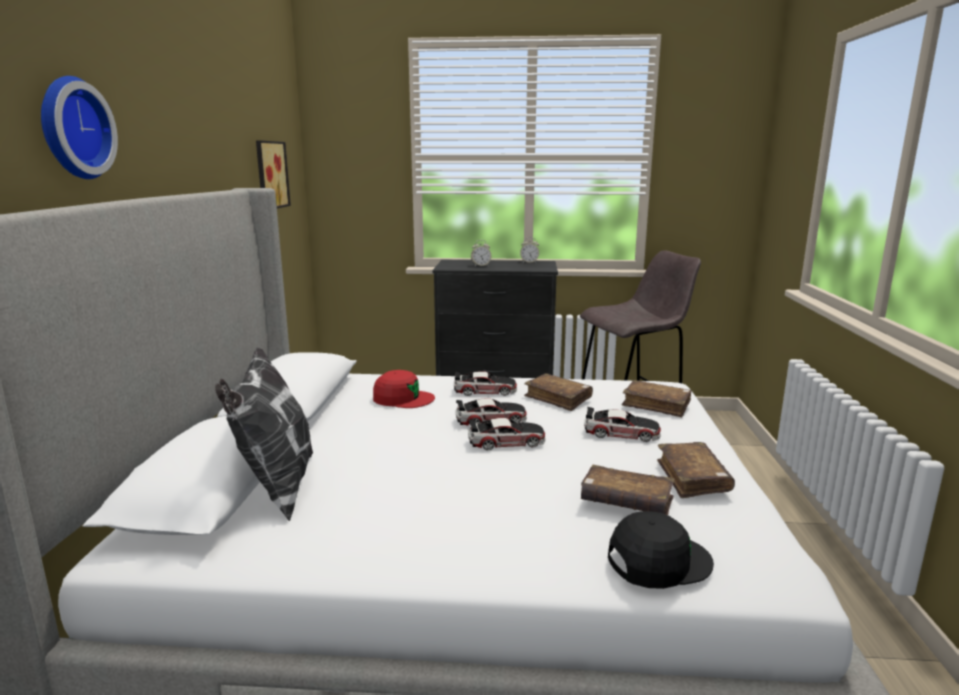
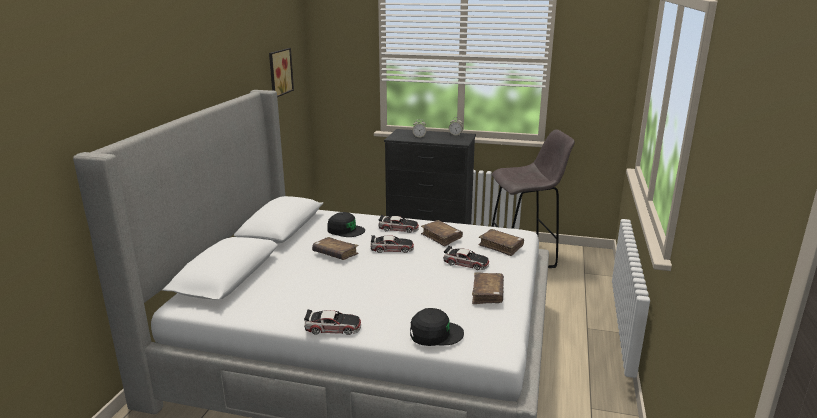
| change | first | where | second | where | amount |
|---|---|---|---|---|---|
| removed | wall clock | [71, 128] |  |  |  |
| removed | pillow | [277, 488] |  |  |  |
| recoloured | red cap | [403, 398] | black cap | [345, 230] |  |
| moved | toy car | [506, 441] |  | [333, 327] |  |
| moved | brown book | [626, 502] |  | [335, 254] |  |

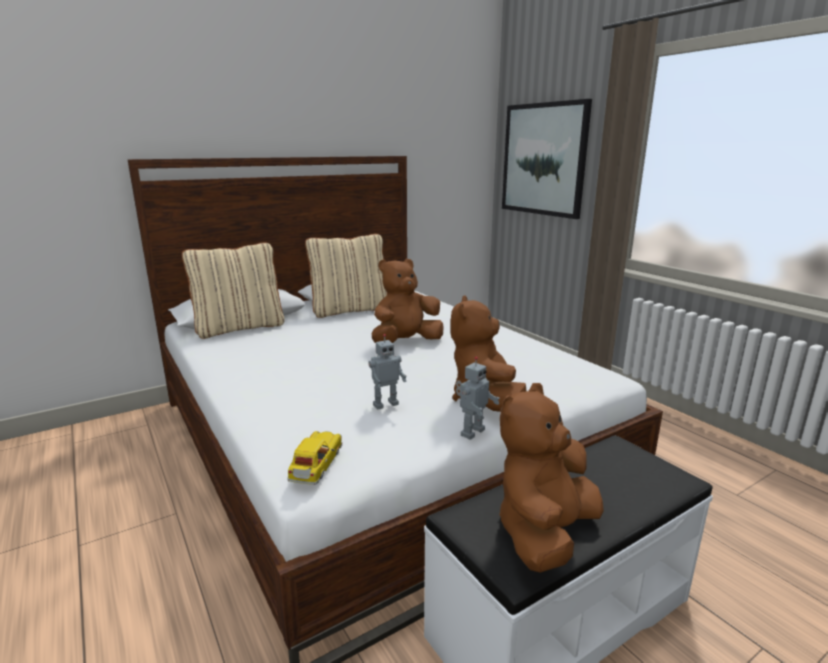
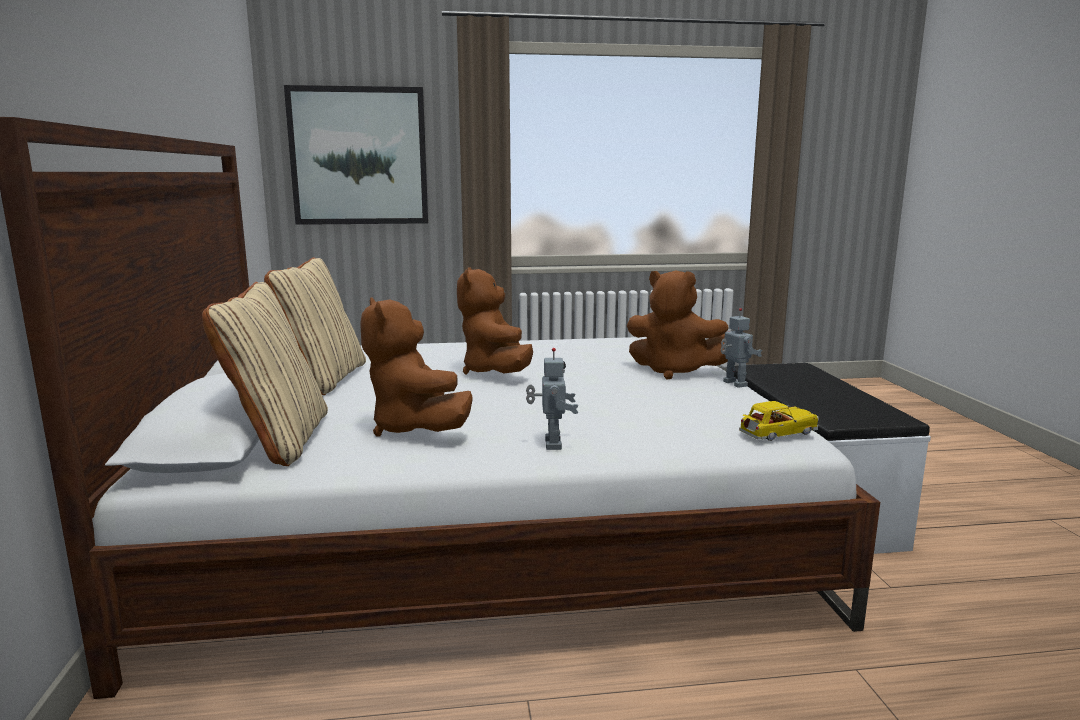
| change | first | where | second | where | amount |
|---|---|---|---|---|---|
| moved | toy robot | [385, 404] |  | [551, 444] |  |
| moved | brown plush toy | [544, 533] |  | [415, 429] |  |
| turned | toy car | [315, 465] |  | [777, 433] | 120 degrees clockwise |

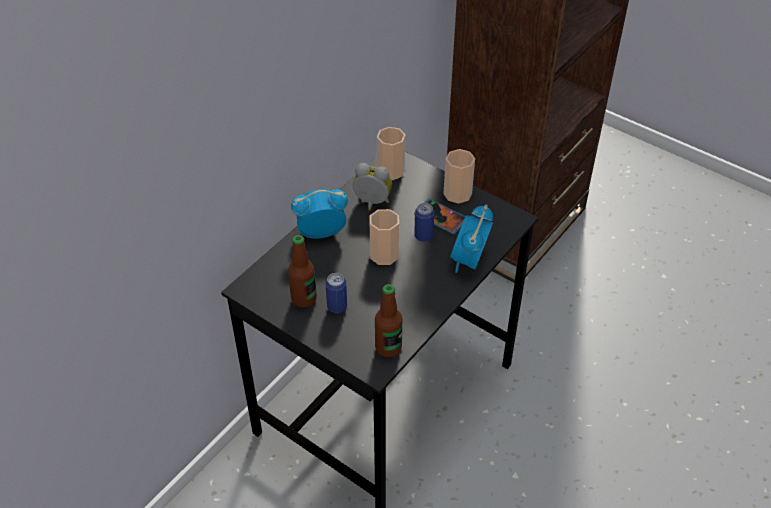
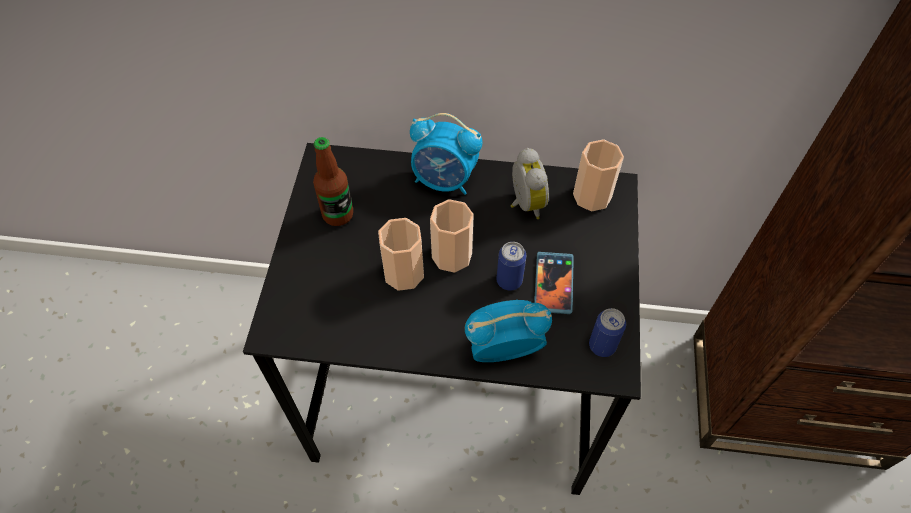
| change | first | where | second | where | amount |
|---|---|---|---|---|---|
| moved | cup | [457, 193] |  | [404, 273] |  |
| turned | alarm clock | [321, 232] |  | [444, 180] | 150 degrees clockwise |
| moved | can | [337, 306] |  | [602, 346] |  |
| removed | bottle | [388, 348] |  |  |  |

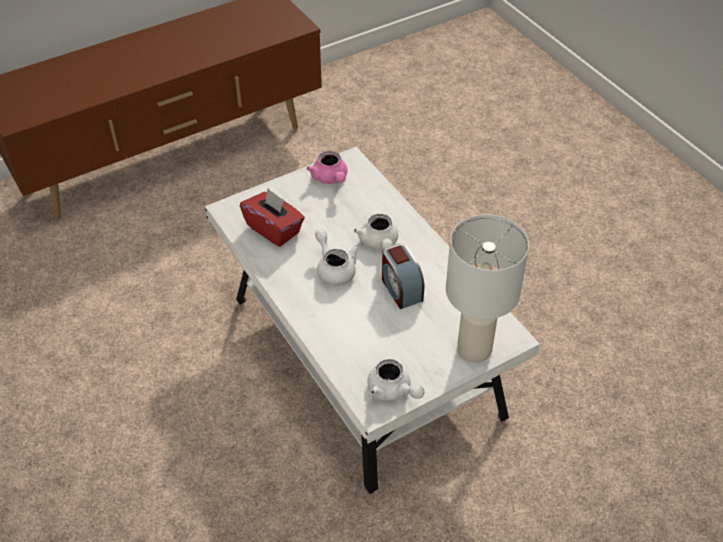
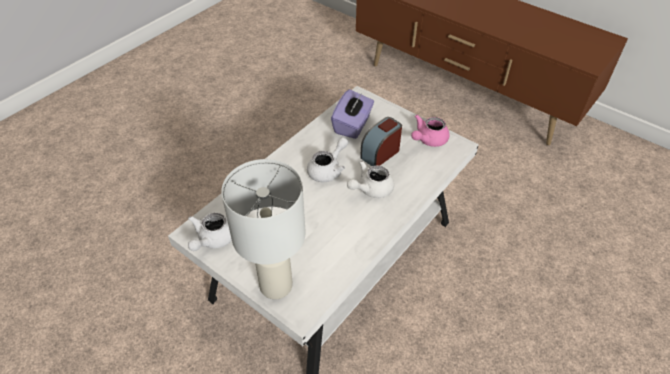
| change | first | where | second | where | amount |
|---|---|---|---|---|---|
| recoloured | red tissue box | [274, 229] | purple tissue box | [352, 125] |  |
| moved | alarm clock | [401, 289] |  | [380, 153] |  |

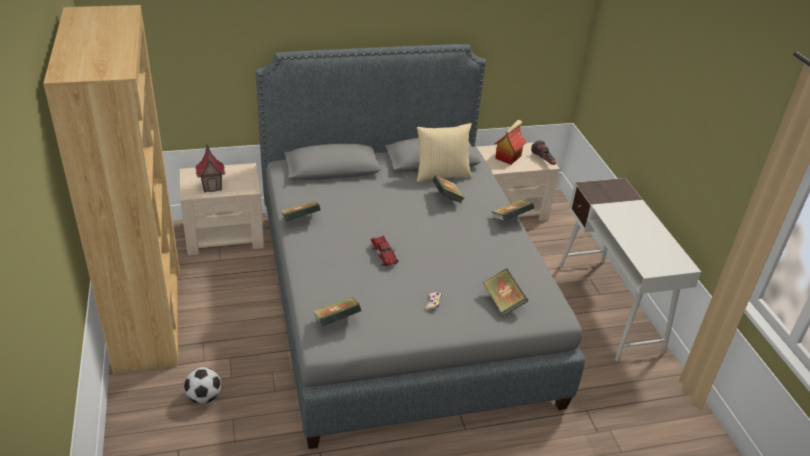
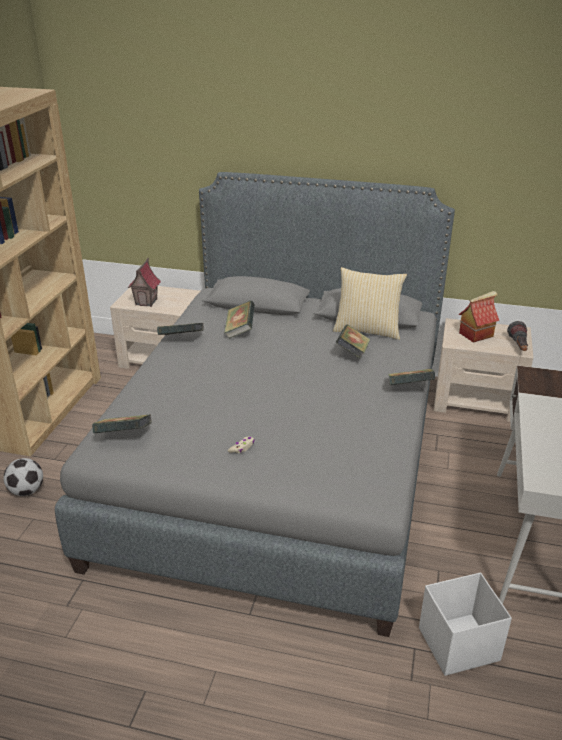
| change | first | where | second | where | amount |
|---|---|---|---|---|---|
| removed | toy car | [384, 255] |  |  |  |
| moved | book | [503, 302] |  | [240, 330] |  |
| added |  |  | white storage box | [457, 644] |  |

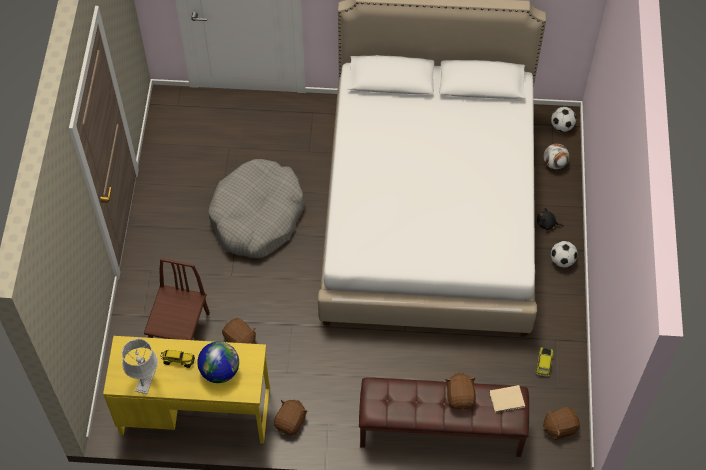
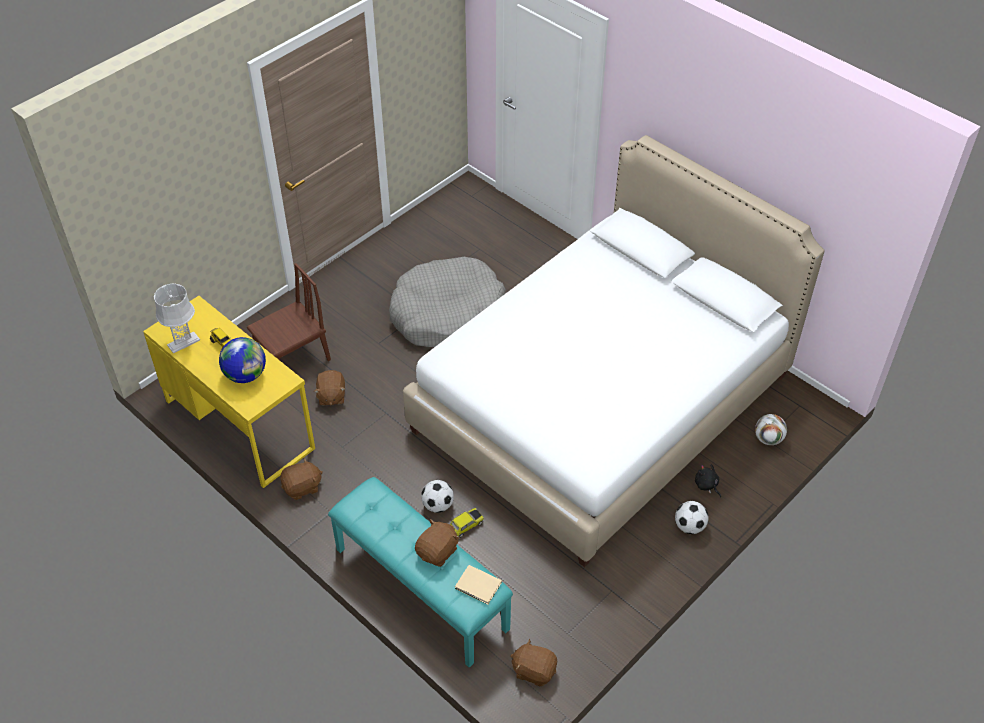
| change | first | where | second | where | amount |
|---|---|---|---|---|---|
| moved | football | [562, 126] |  | [438, 505] |  |
| moved | toy car | [544, 364] |  | [466, 525] |  |
| recoloured | brown bench | [440, 430] | turquoise bench | [420, 589] |  |

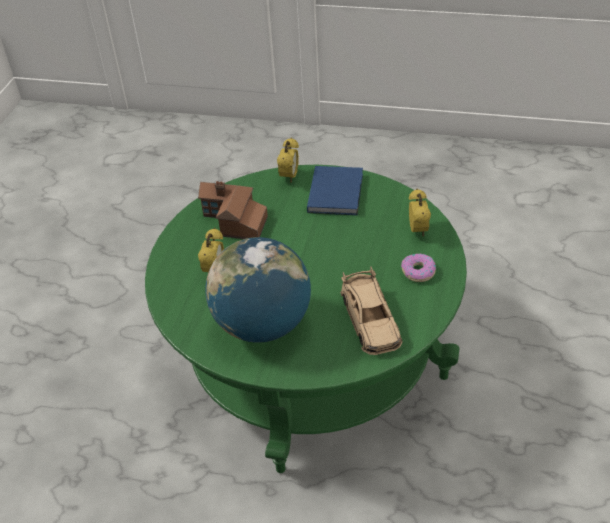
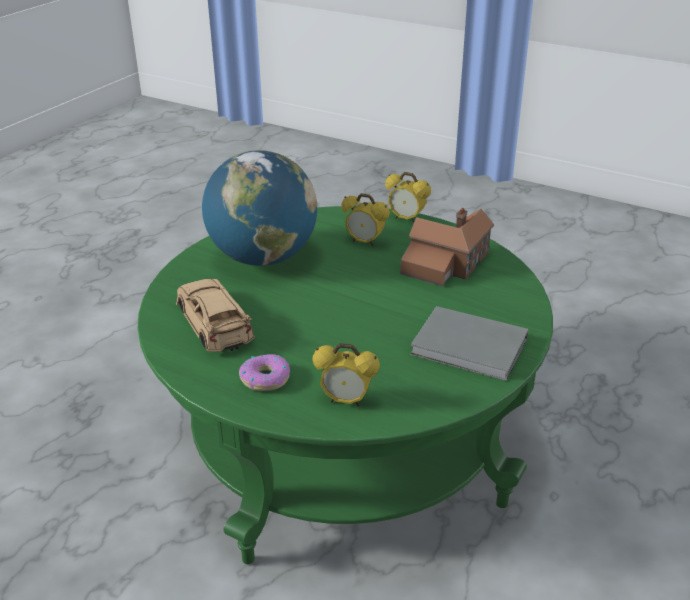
| change | first | where | second | where | amount |
|---|---|---|---|---|---|
| moved | alarm clock | [289, 177] |  | [406, 219] |  |
| recoloured | blue book | [337, 192] | grey book | [471, 348] |  |
| turned | beige toy car | [370, 320] |  | [214, 323] | 60 degrees clockwise |

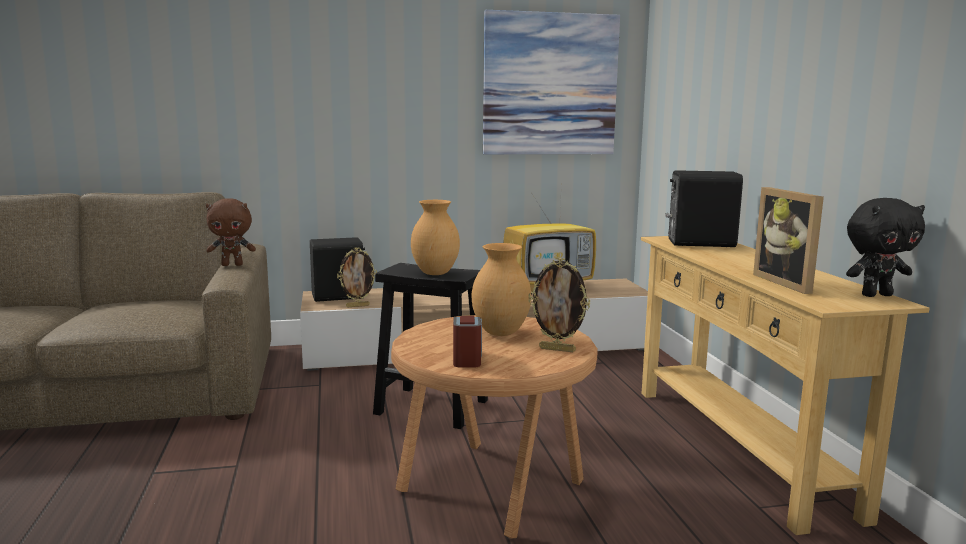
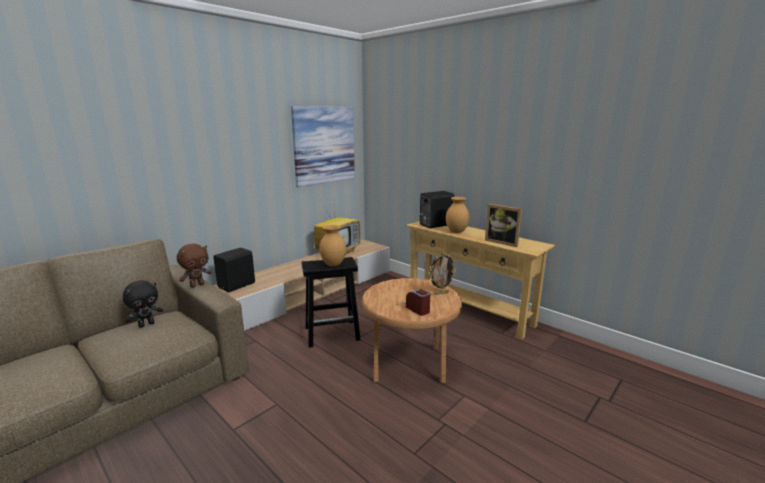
| change | first | where | second | where | amount |
|---|---|---|---|---|---|
| moved | black plush toy | [876, 295] |  | [146, 324] |  |
| moved | brown vase | [501, 333] |  | [457, 232] |  |
| removed | picture frame | [357, 306] |  |  |  |

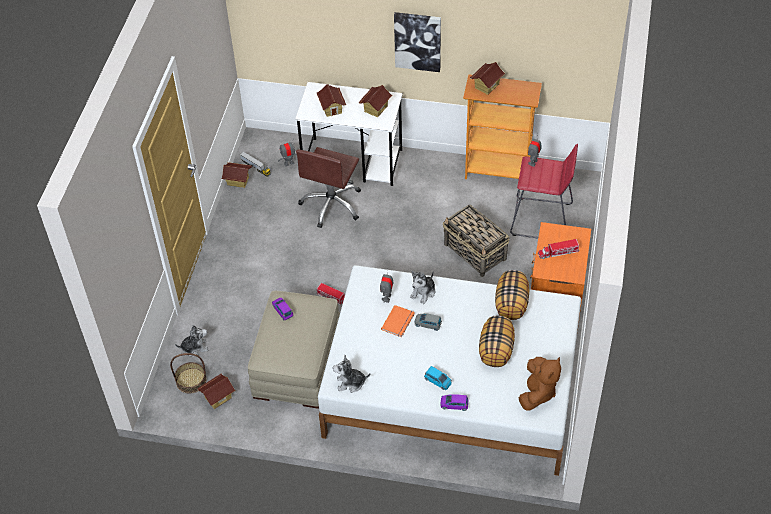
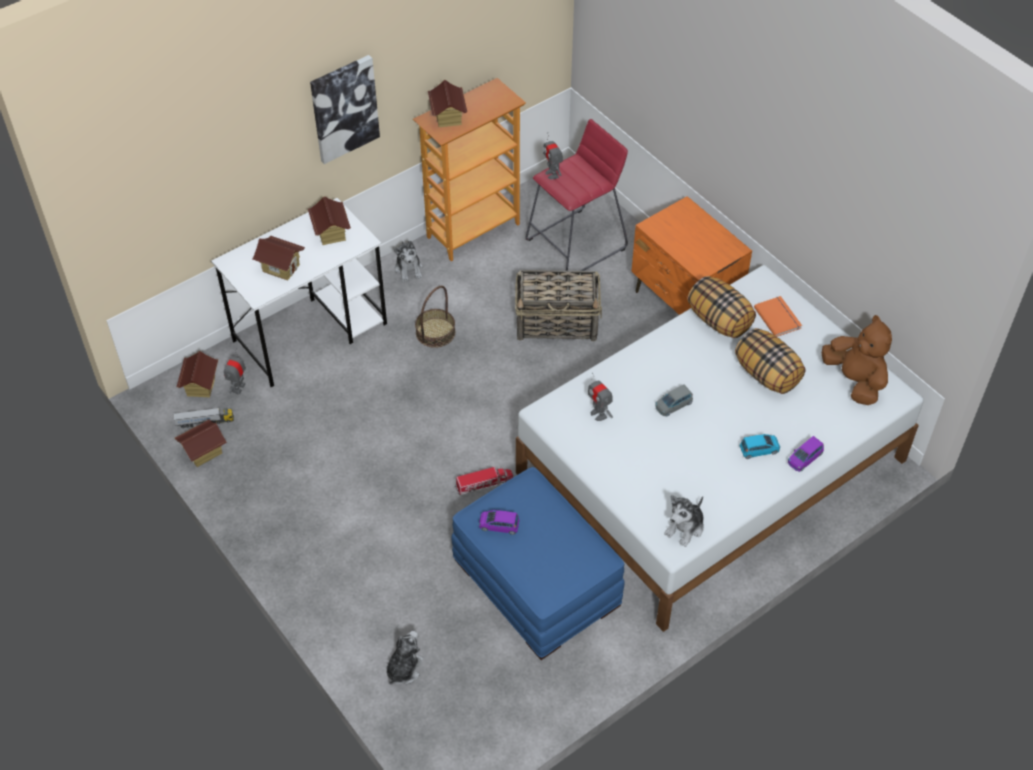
| change | first | where | second | where | amount |
|---|---|---|---|---|---|
| removed | brown office chair | [332, 204] |  |  |  |
| removed | toy truck | [558, 252] |  |  |  |
| moved | plush toy | [423, 292] |  | [409, 269] |  |
| recoloured | beige ottoman | [297, 364] | blue ottoman | [537, 582] |  |
| moved | orange book | [399, 322] |  | [778, 317] |  |
| moved | basket | [191, 380] |  | [435, 332] |  |
| moved | toy house | [218, 397] |  | [200, 386] |  |

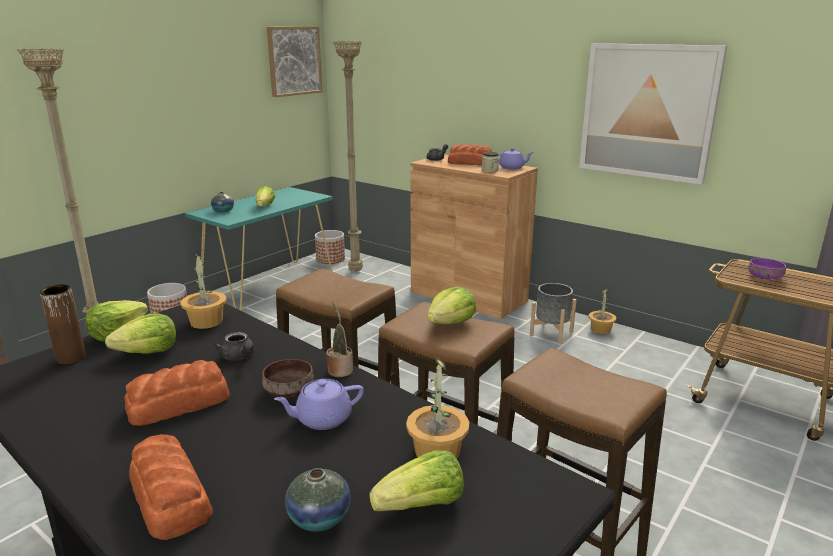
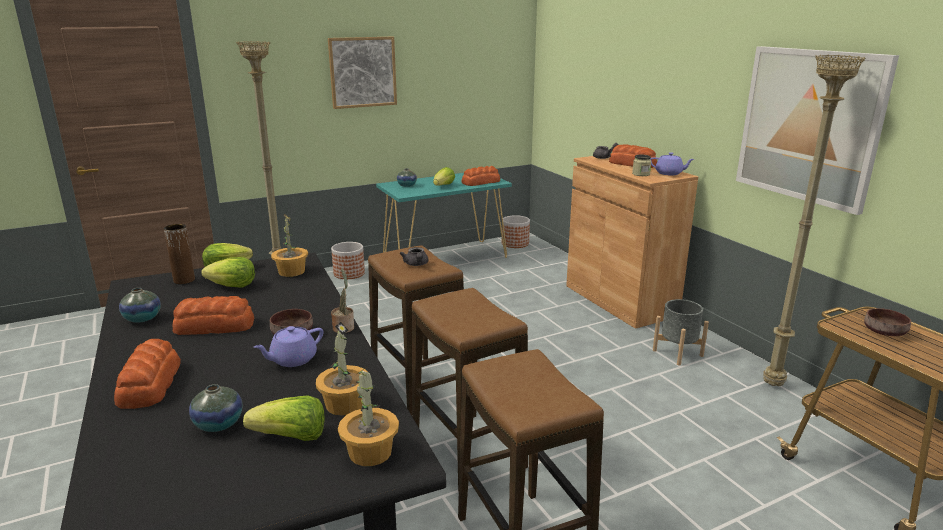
| change | first | where | second | where | amount |
|---|---|---|---|---|---|
| moved | picture | [294, 61] |  | [362, 72] |  |
| moved | beige floor lamp | [356, 271] |  | [774, 385] |  |
| recoloured | purple bowl | [764, 277] | brown bowl | [884, 332] |  |
| removed | lettuce | [451, 322] |  |  |  |
| moved | potted plant | [601, 329] |  | [371, 452] |  |
| moved | grey teapot | [239, 357] |  | [416, 264] |  |
| turned | purple teapot | [322, 419] |  | [292, 359] | 45 degrees counterclockwise |
| added |  |  | bread | [480, 182] |  |
| added |  |  | vase | [142, 318] |  |

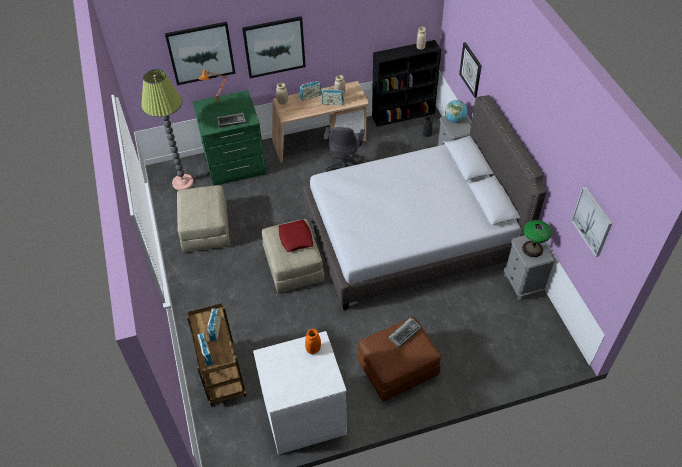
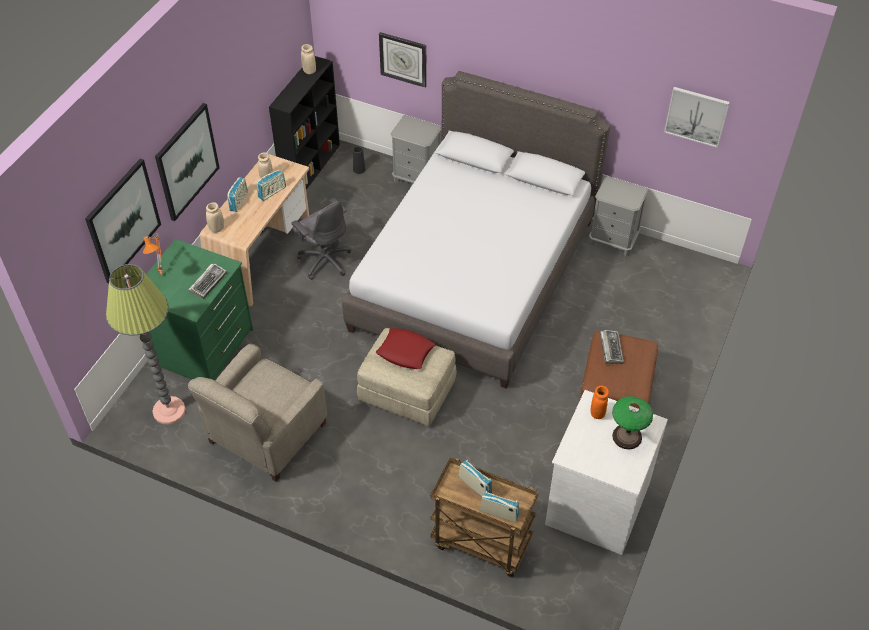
| change | first | where | second | where | amount |
|---|---|---|---|---|---|
| removed | globe | [455, 120] |  |  |  |
| replaced | beige ottoman | [205, 229] | beige armchair | [266, 434] |  |
| moved | table lamp | [532, 249] |  | [626, 436] |  |

